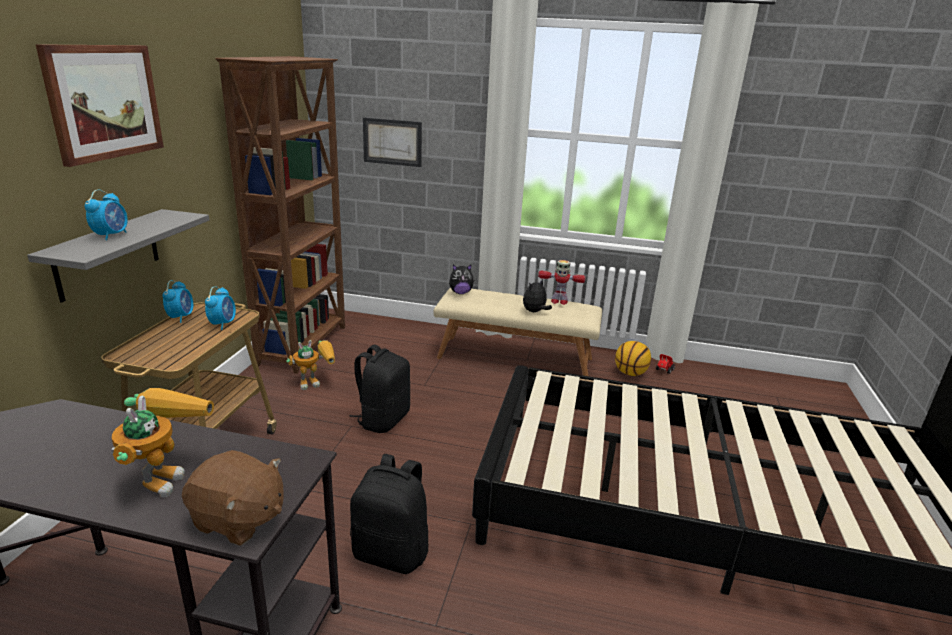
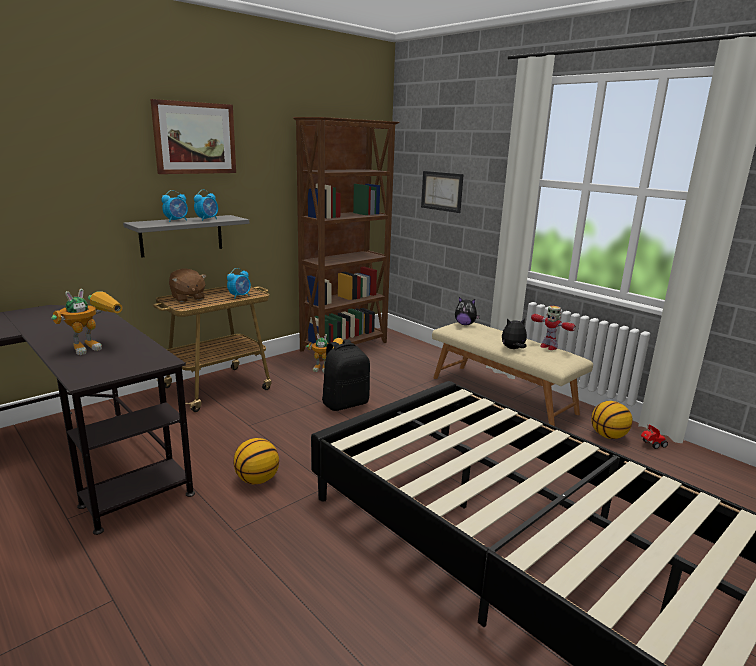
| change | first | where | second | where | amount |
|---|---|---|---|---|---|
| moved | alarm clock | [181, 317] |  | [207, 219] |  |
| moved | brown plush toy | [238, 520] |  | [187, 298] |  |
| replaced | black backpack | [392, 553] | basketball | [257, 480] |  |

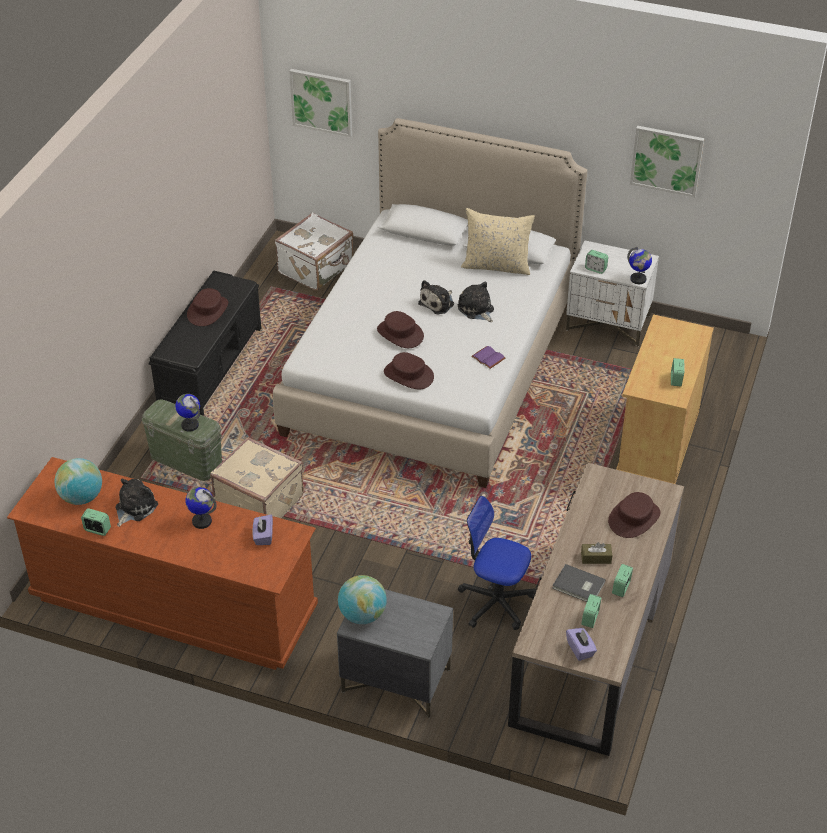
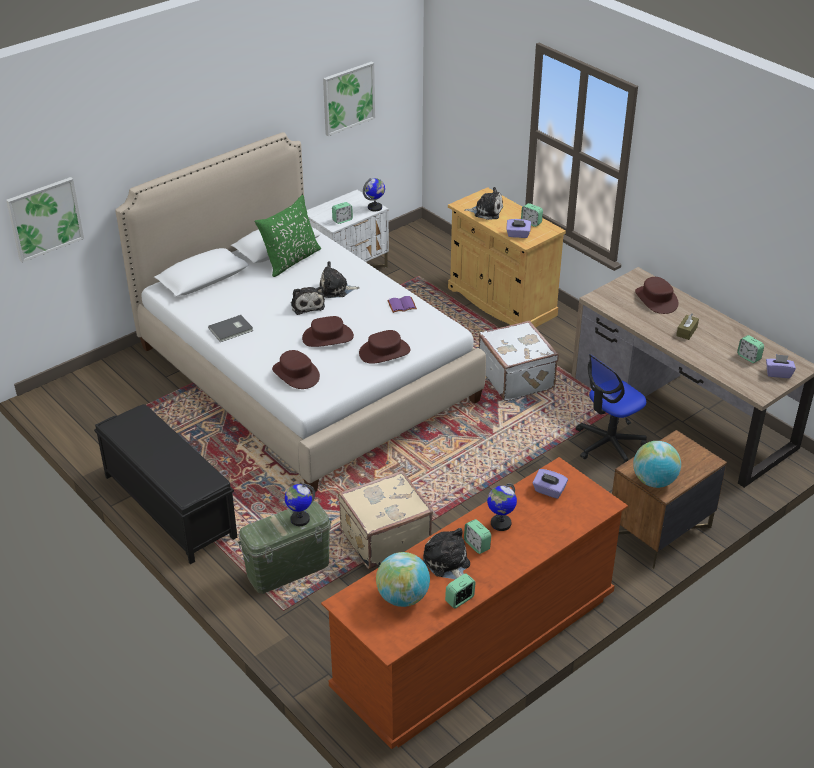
| change | first | where | second | where | amount |
|---|---|---|---|---|---|
| recoloured | beige pillow | [496, 266] | green pillow | [290, 260] |  |
| moved | white suitcase | [317, 269] |  | [517, 377] |  |
| moved | brown hat | [208, 311] |  | [296, 374] |  |
| moved | grey book | [579, 586] |  | [232, 330] |  |
| moved | alarm clock | [621, 588] |  | [477, 545] |  |
| recoloured | grey nightstand | [395, 680] | brown nightstand | [659, 532] |  |
| added |  |  | plush toy | [486, 211] |  |
| added |  |  | purple tissue box | [518, 235] |  |

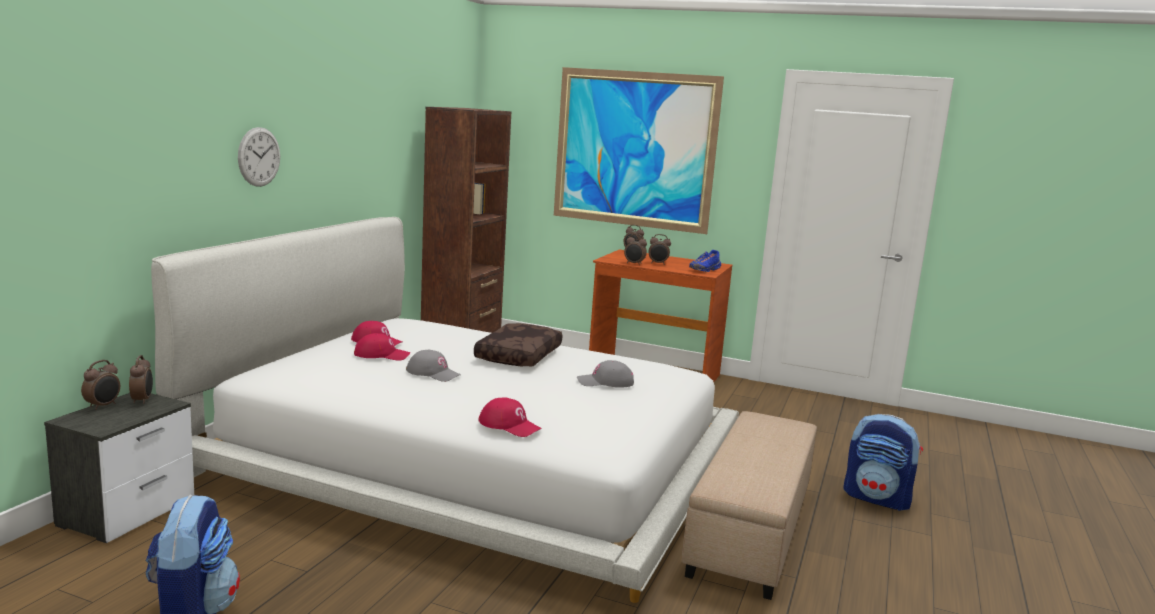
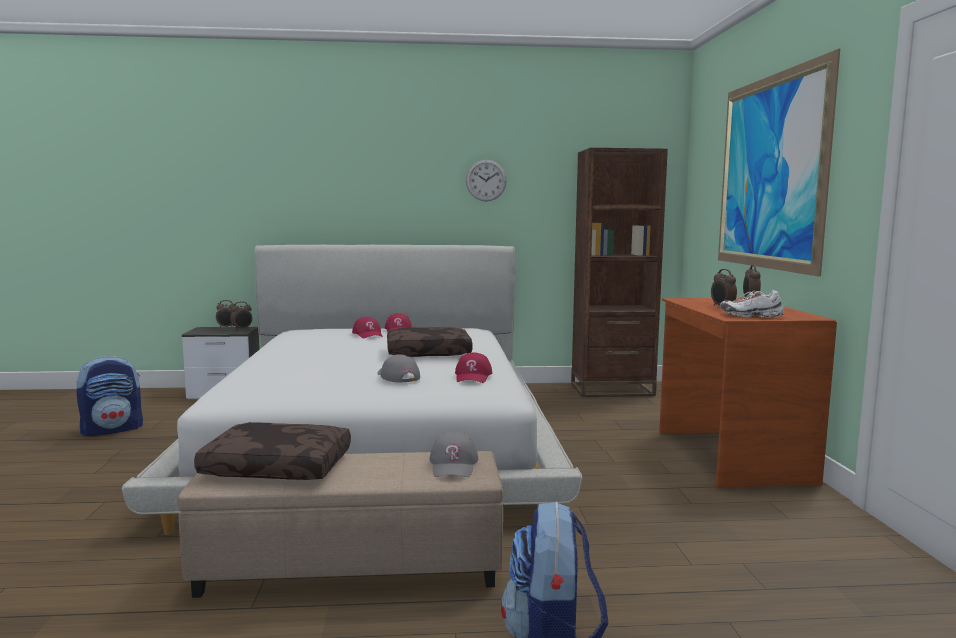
| change | first | where | second | where | amount |
|---|---|---|---|---|---|
| moved | wall clock | [259, 157] |  | [486, 180] |  |
| removed | alarm clock | [634, 264] |  |  |  |
| recoloured | blue shoe | [705, 270] | white shoe | [751, 316] |  |
| moved | grey cap | [433, 373] |  | [454, 465] |  |
| moved | red cap | [510, 425] |  | [473, 376] |  |
| added |  |  | brown pillow | [279, 466] |  |

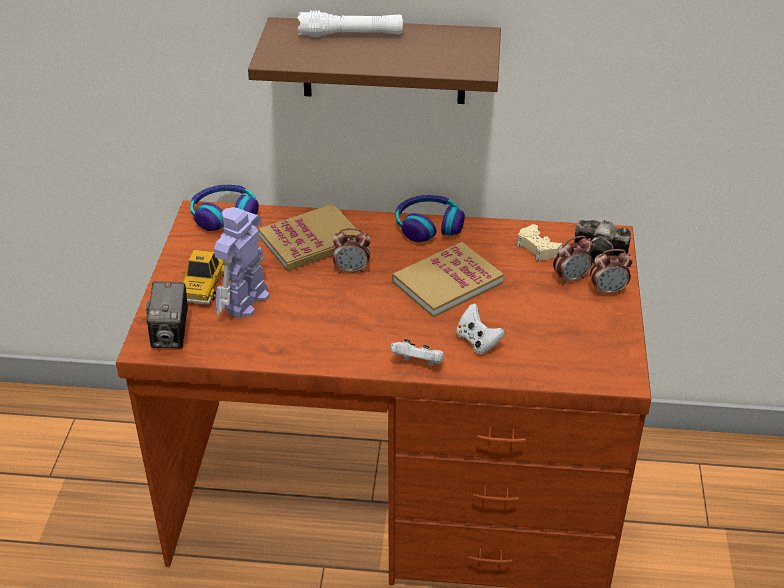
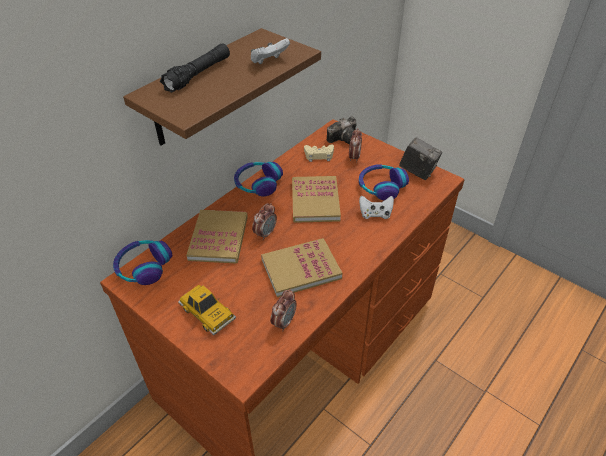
| change | first | where | second | where | amount |
|---|---|---|---|---|---|
| recoloured | white flashlight | [351, 35] | black flashlight | [198, 75] |  |
| removed | toy robot | [245, 302] |  |  |  |
| moved | alarm clock | [608, 291] |  | [284, 322] |  |
| moved | photo camera | [171, 335] |  | [418, 171] |  |
| moved | white game controller | [418, 364] |  | [269, 61] |  |
| added |  |  | headphones | [381, 186] |  |
| added |  |  | book | [301, 269] |  |

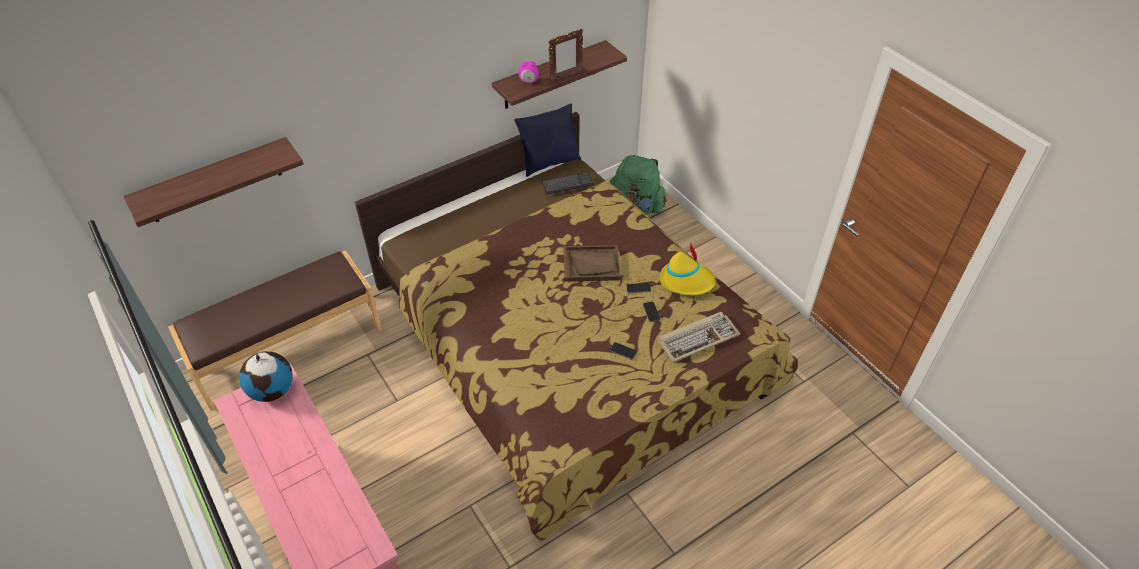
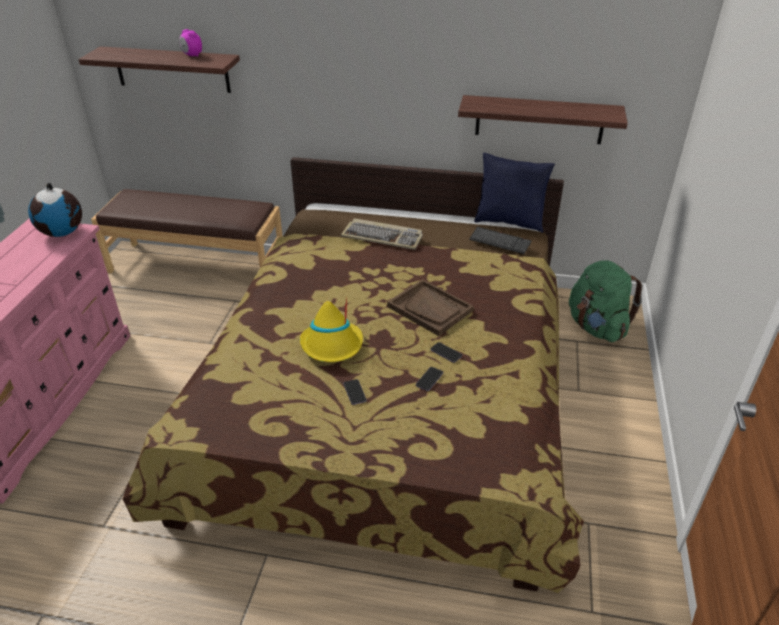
| change | first | where | second | where | amount |
|---|---|---|---|---|---|
| removed | picture frame | [565, 76] |  |  |  |
| moved | alarm clock | [529, 82] |  | [192, 55] |  |
| moved | yellow hat | [686, 281] |  | [332, 345] |  |
| moved | keyboard | [698, 338] |  | [383, 237] |  |

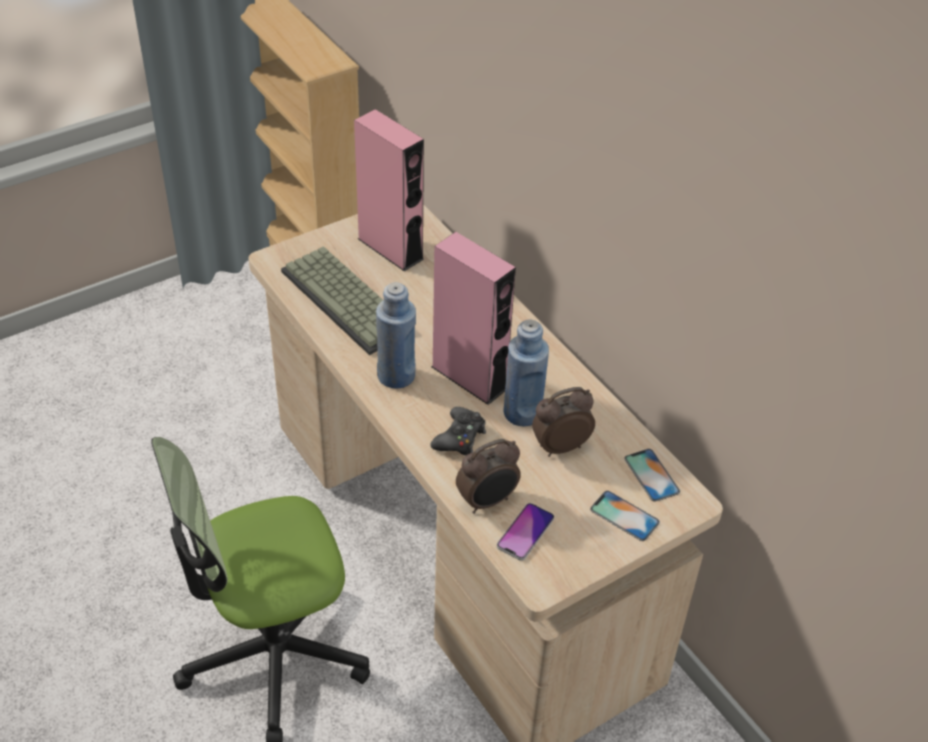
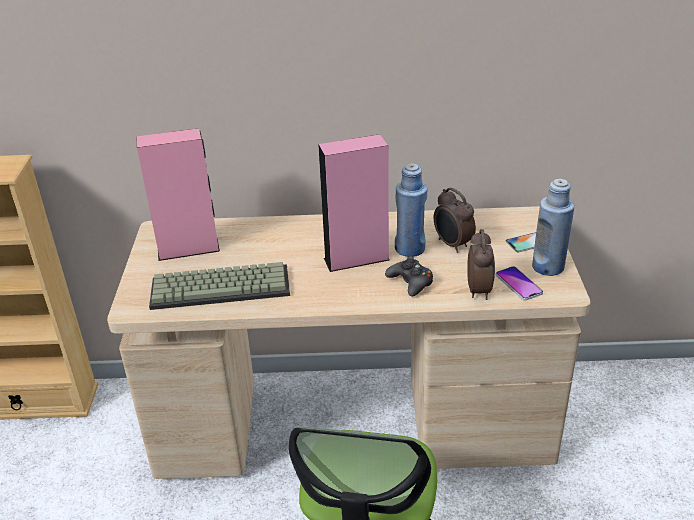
| change | first | where | second | where | amount |
|---|---|---|---|---|---|
| moved | blue bottle | [396, 376] |  | [548, 267] |  |
| turned | alarm clock | [559, 446] |  | [452, 245] | 45 degrees counterclockwise |
| removed | phone | [651, 475] |  |  |  |

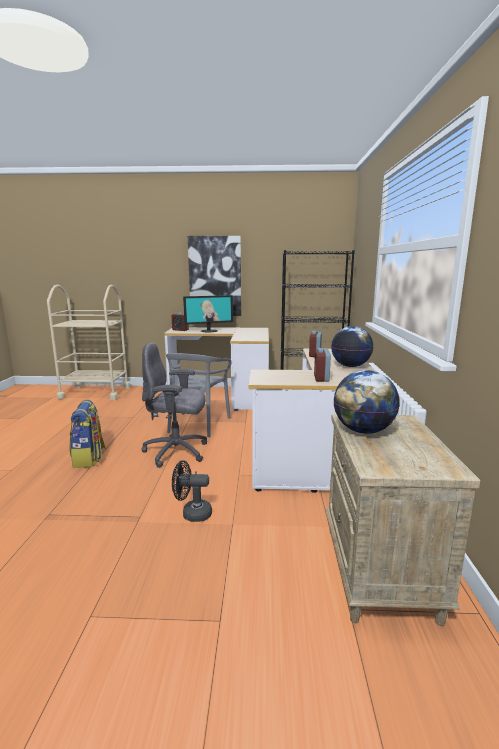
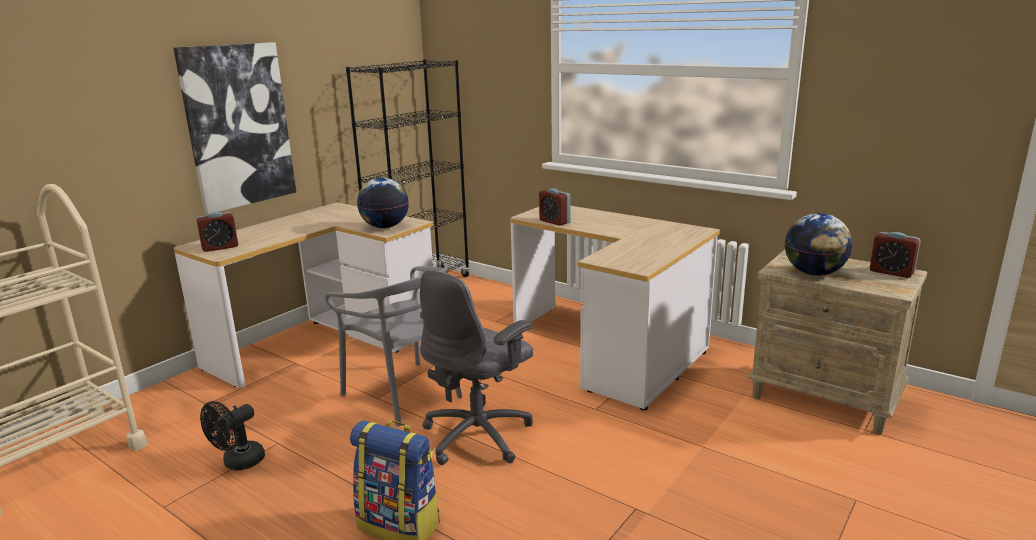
| change | first | where | second | where | amount |
|---|---|---|---|---|---|
| removed | monitor | [209, 331] |  |  |  |
| moved | globe | [350, 366] |  | [385, 227] |  |
| moved | alarm clock | [321, 378] |  | [891, 272] |  |
| moved | black fan | [192, 514] |  | [238, 463] |  |

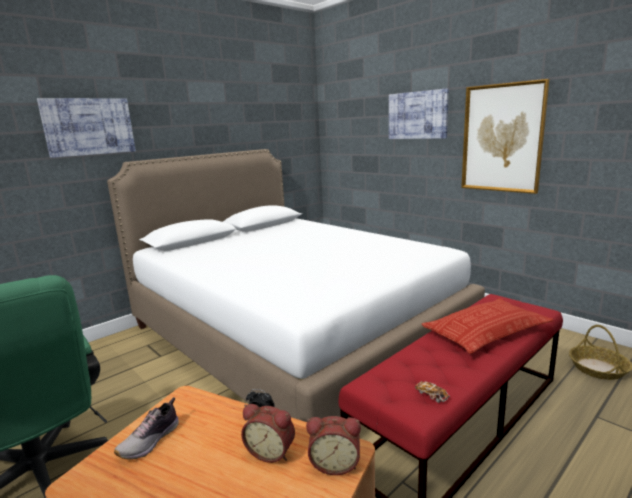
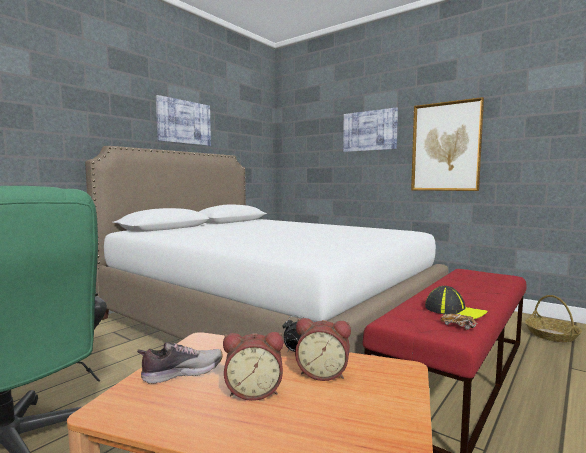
| change | first | where | second | where | amount |
|---|---|---|---|---|---|
| moved | picture | [89, 127] |  | [184, 122] |  |
| removed | pillow | [486, 331] |  |  |  |
| turned | shoe | [151, 441] |  | [182, 372] | 135 degrees counterclockwise |
| moved | alarm clock | [335, 463] |  | [254, 391] |  |
| added |  |  | cap | [454, 311] |  |

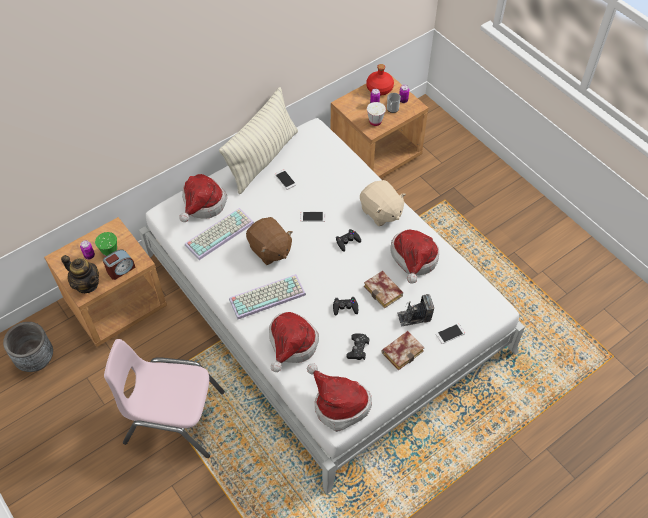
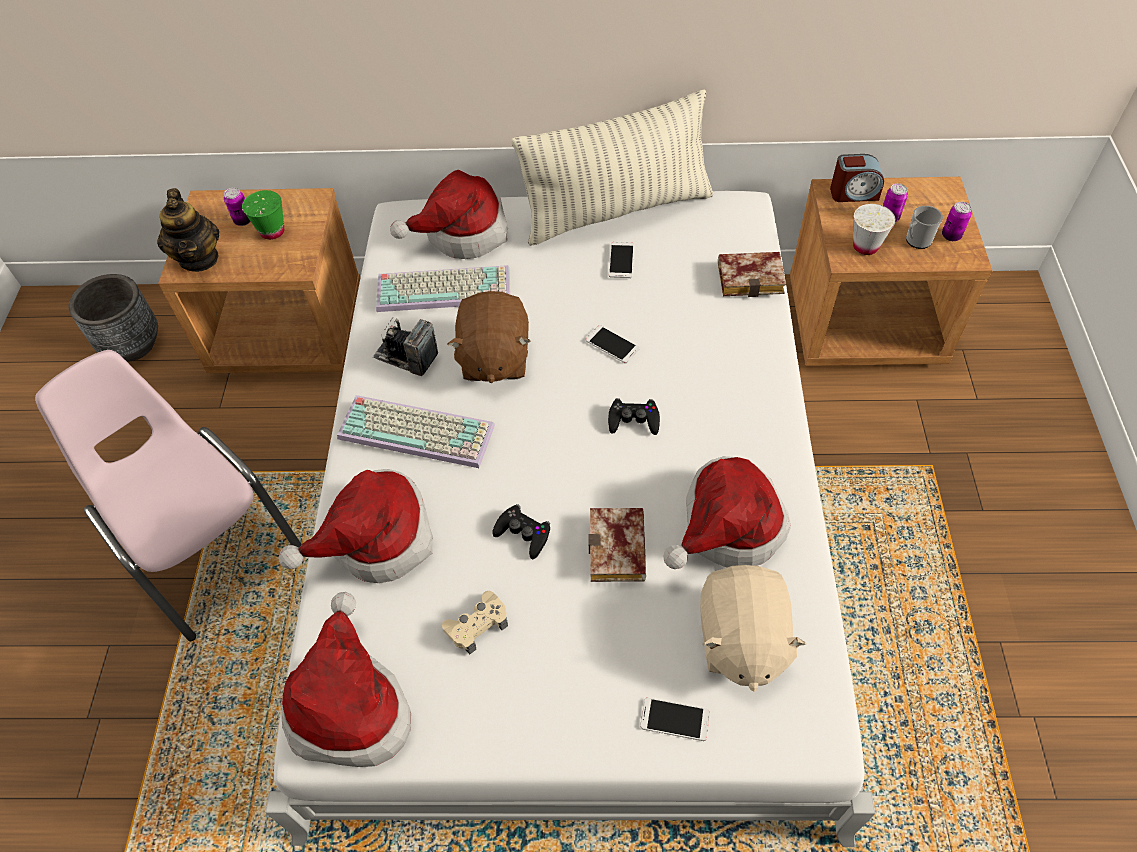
| change | first | where | second | where | amount |
|---|---|---|---|---|---|
| removed | red bottle | [379, 88] |  |  |  |
| moved | beige plush toy | [381, 212] |  | [741, 640] |  |
| moved | alarm clock | [121, 269] |  | [853, 193] |  |
| moved | photo camera | [414, 316] |  | [406, 356] |  |
| moved | book | [403, 350] |  | [752, 277] |  |
| recoloured | black game controller | [358, 349] | beige game controller | [477, 625] |  |

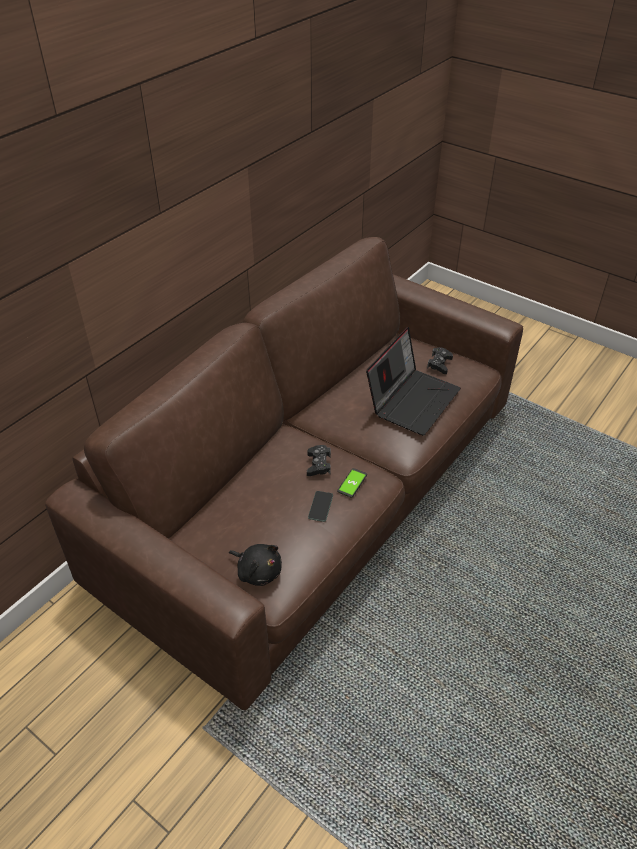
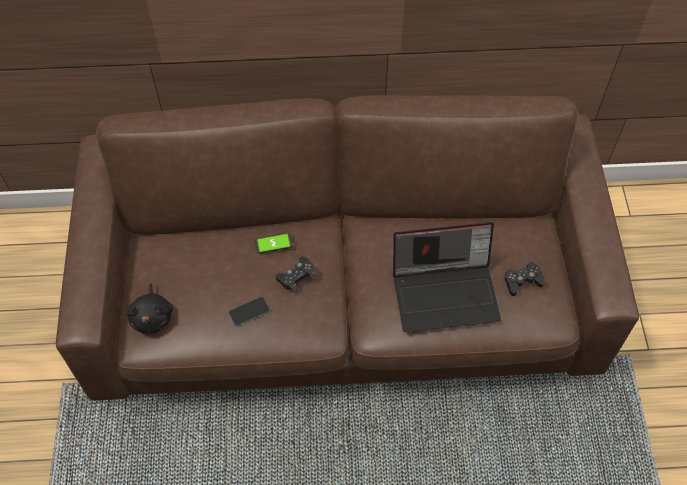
| change | first | where | second | where | amount |
|---|---|---|---|---|---|
| moved | phone | [352, 483] |  | [273, 243] |  |

